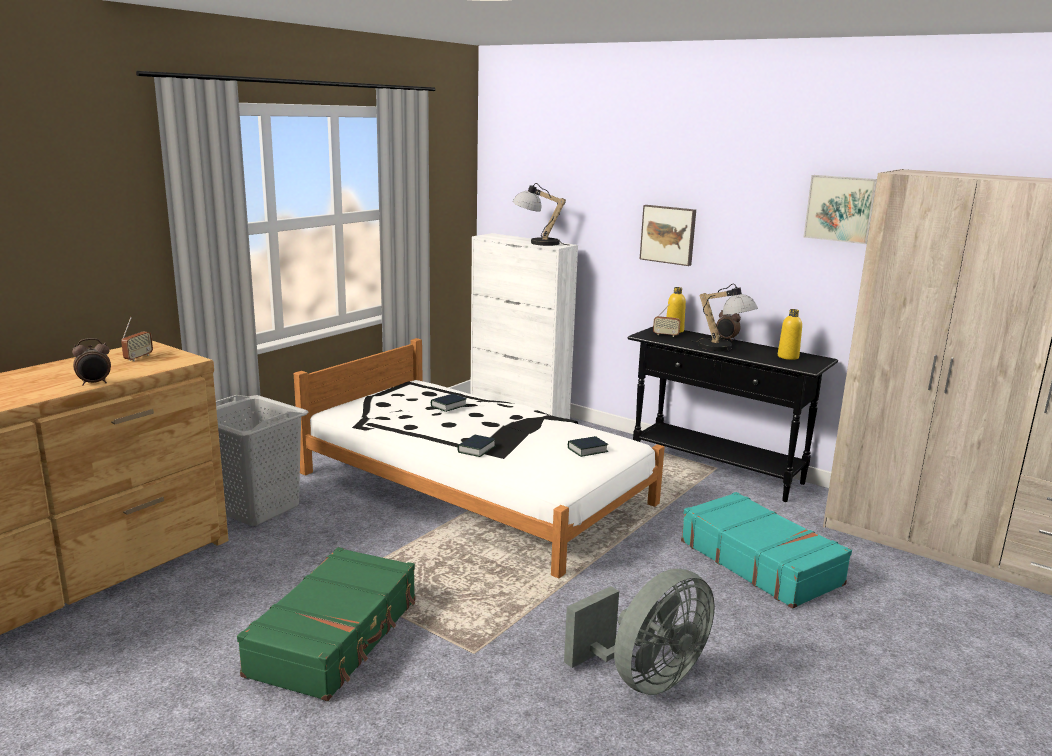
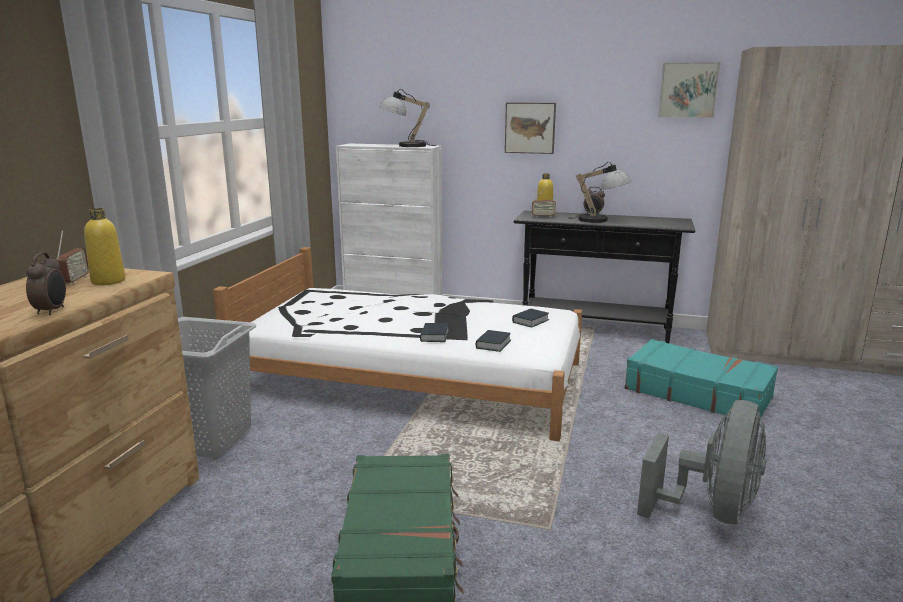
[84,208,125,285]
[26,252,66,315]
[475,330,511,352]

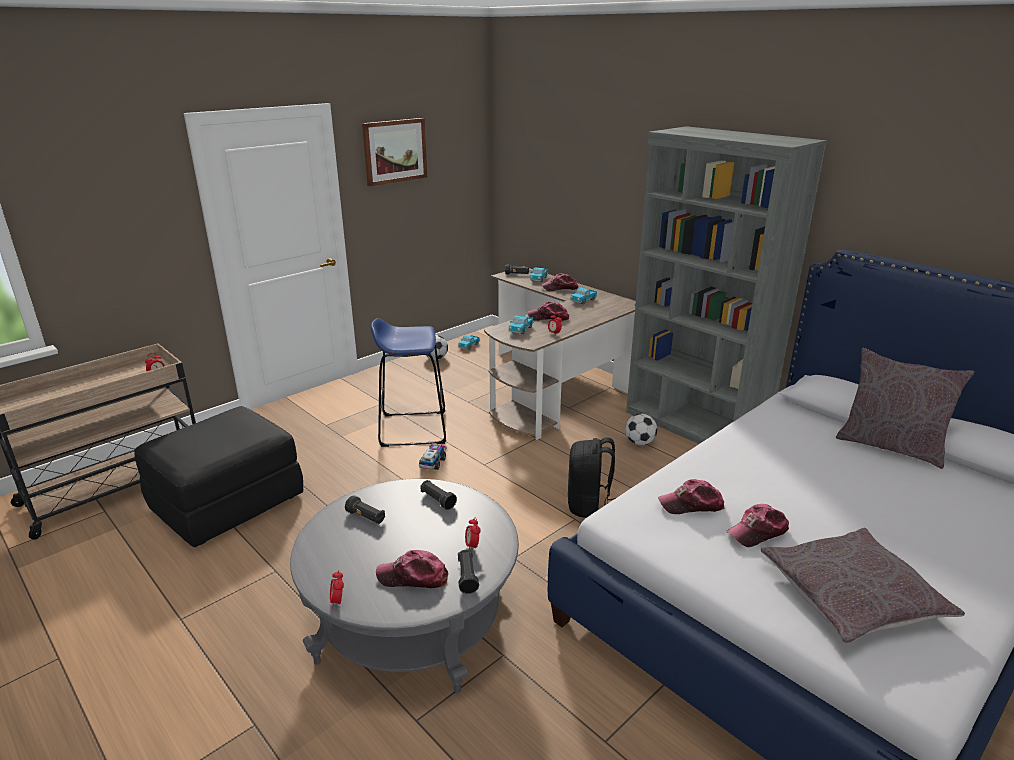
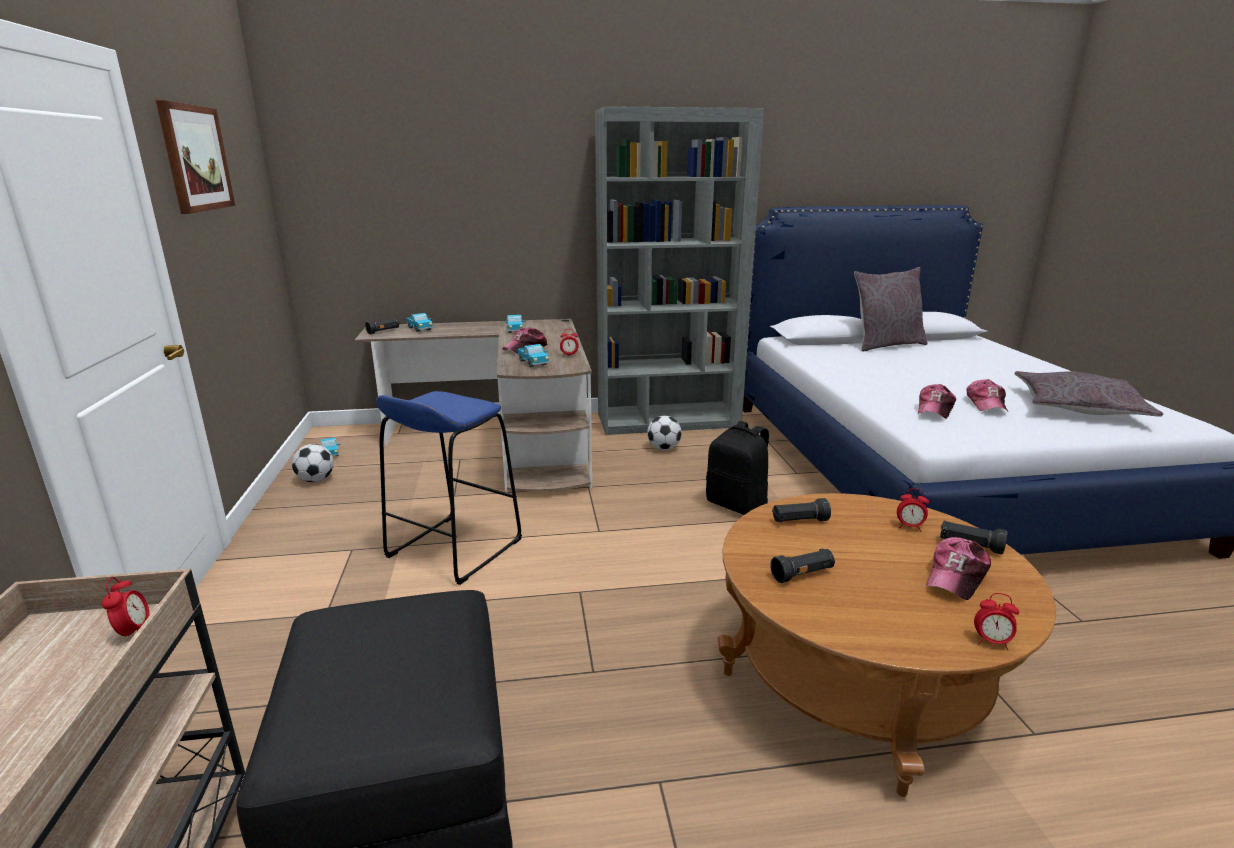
[541,273,578,291] (first image)
[419,443,446,470] (first image)
[718,493,1056,797]

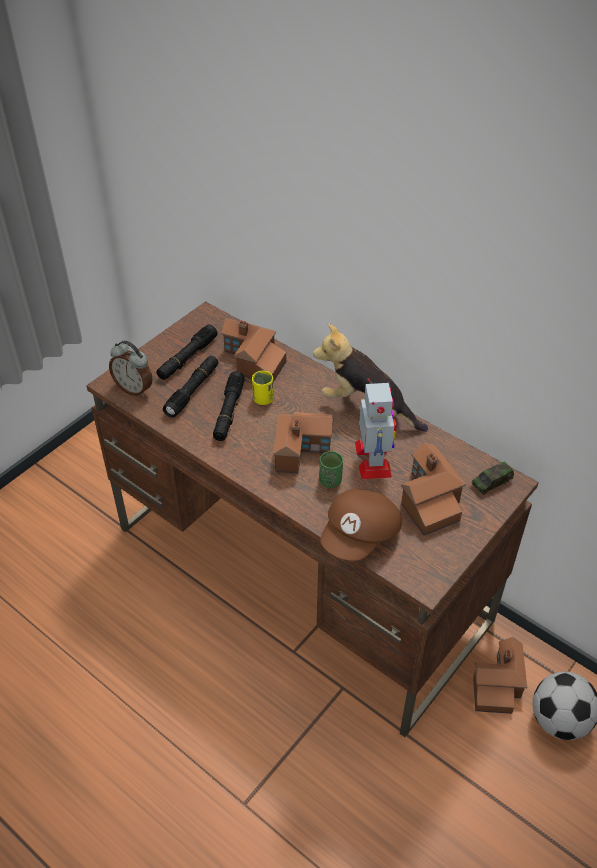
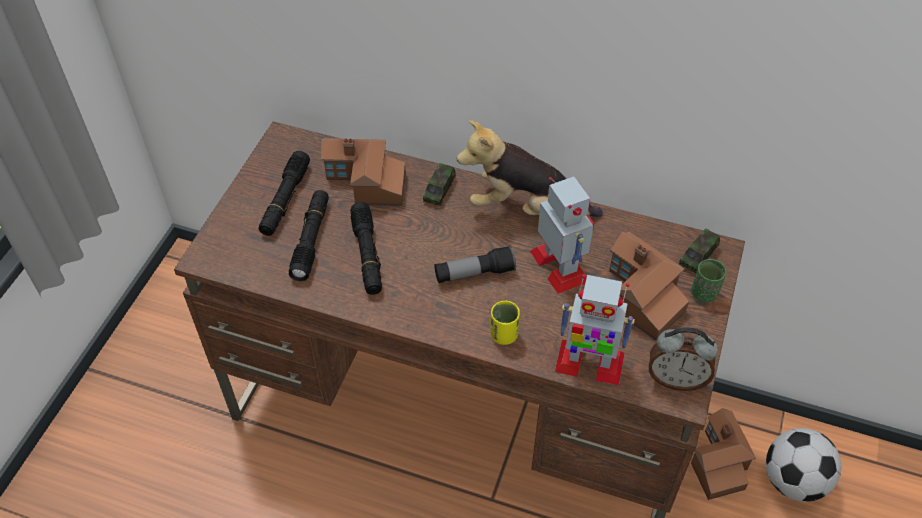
[649,327,718,391]
[490,301,520,345]
[434,245,516,283]
[691,259,726,302]
[555,274,635,385]
[423,163,456,206]

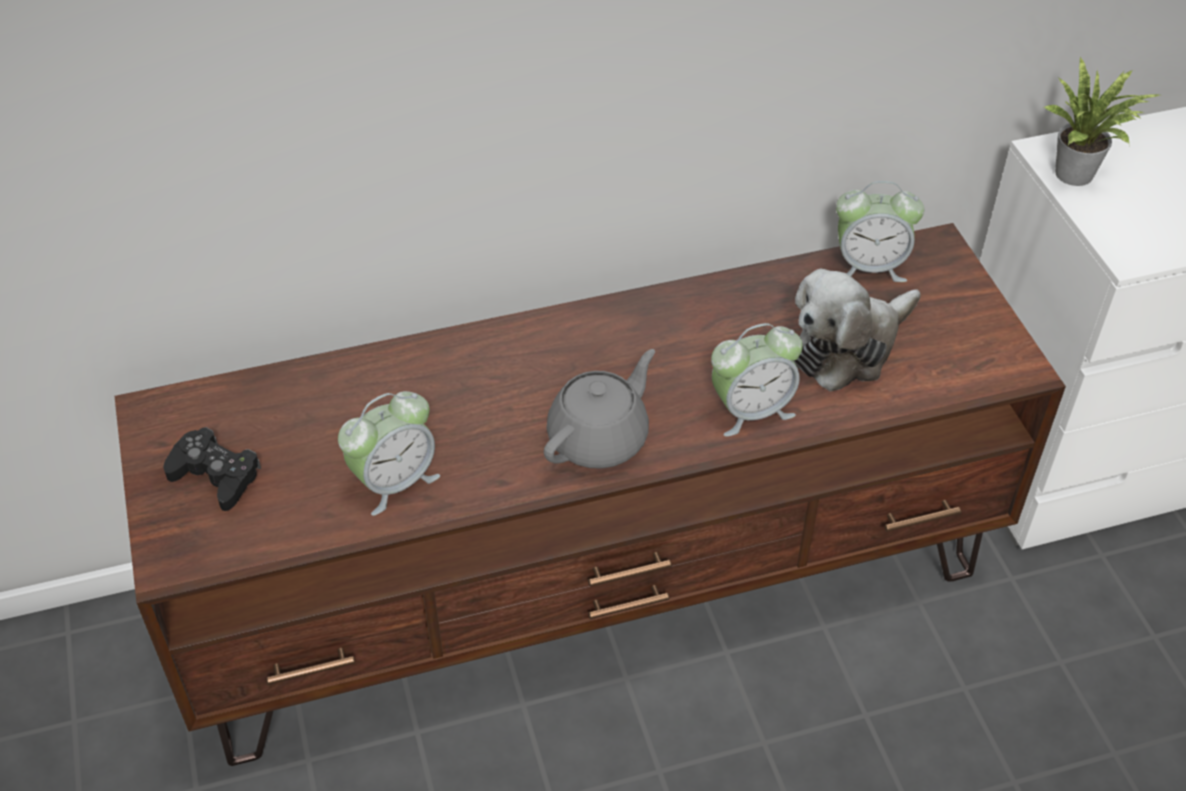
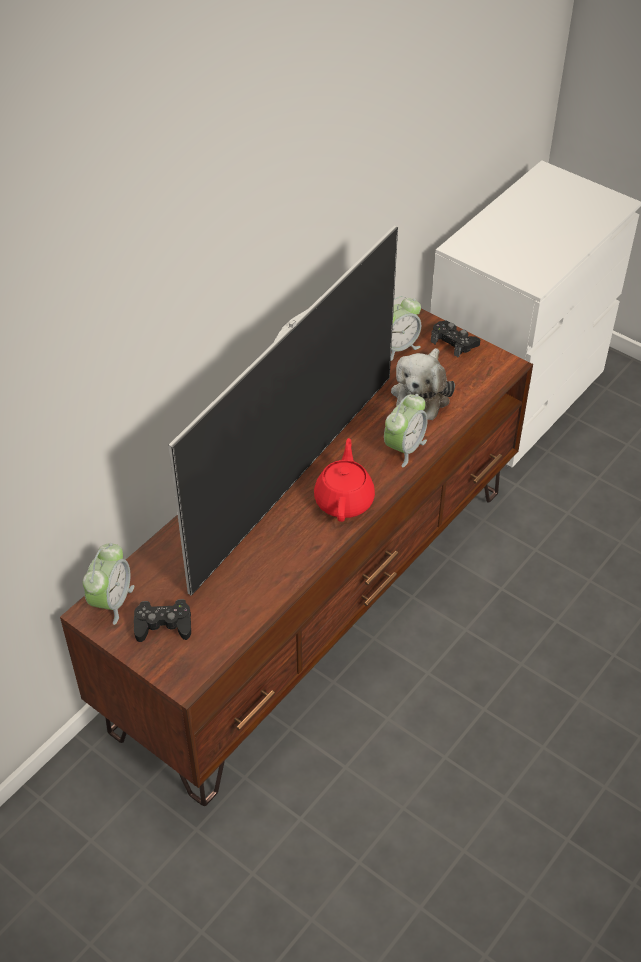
[1043,57,1160,186] (first image)
[314,438,375,522]
[83,543,134,625]
[168,226,398,596]
[431,321,481,358]

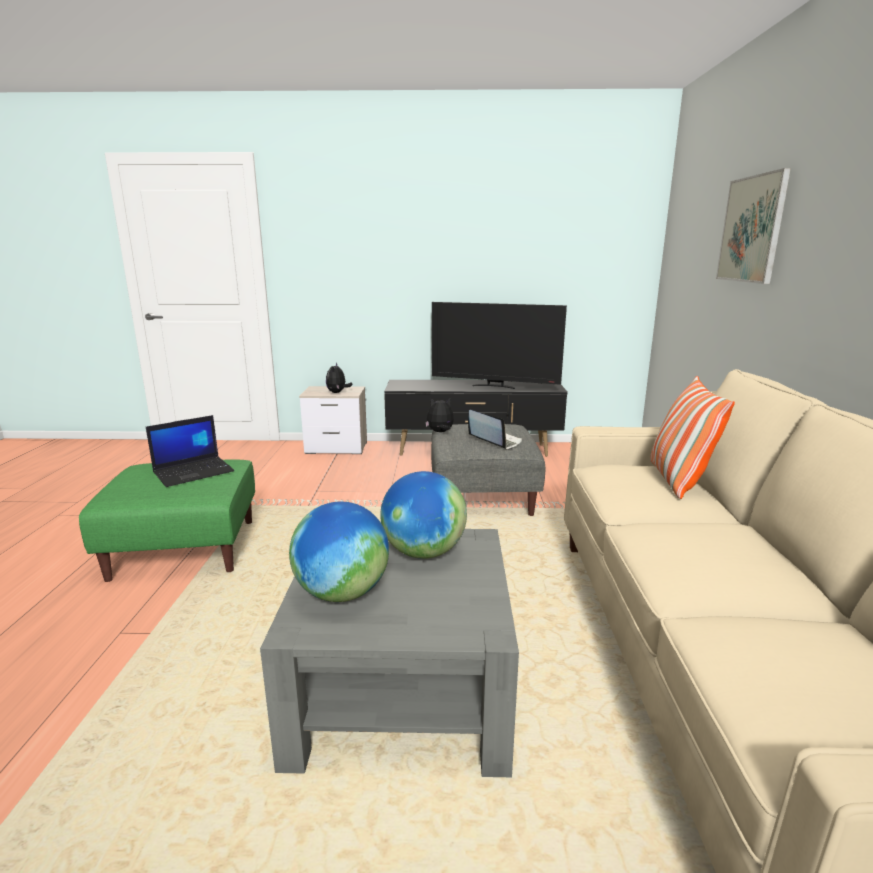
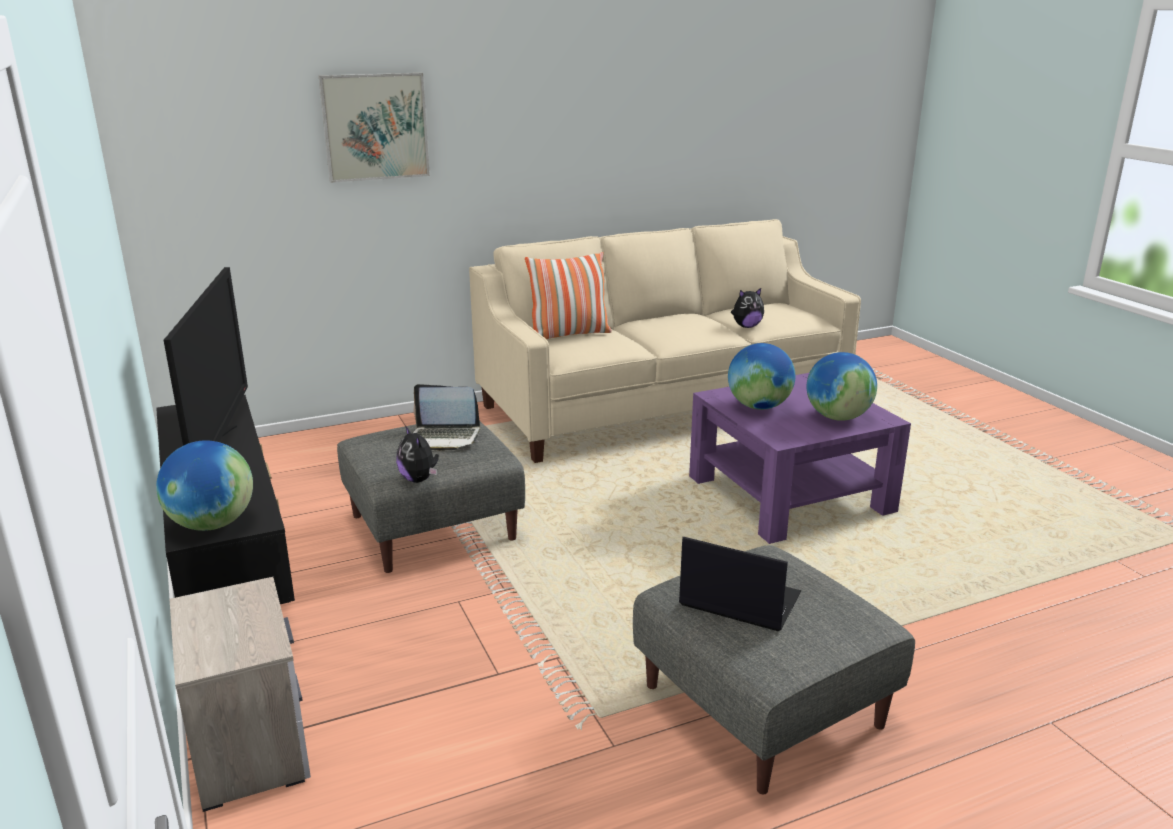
[731,288,764,328]
[412,384,480,451]
[633,545,915,794]
[689,373,911,544]
[156,440,253,531]

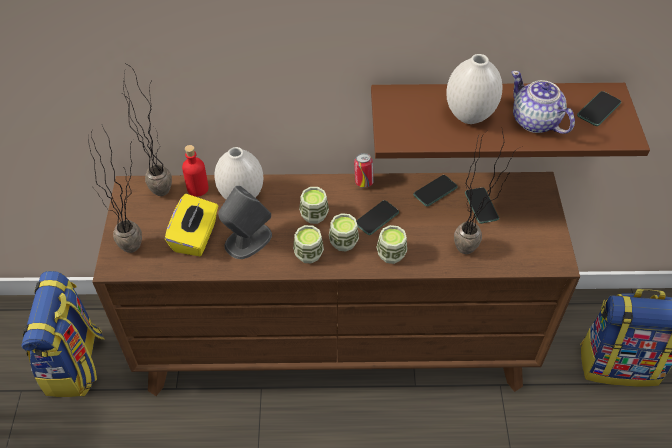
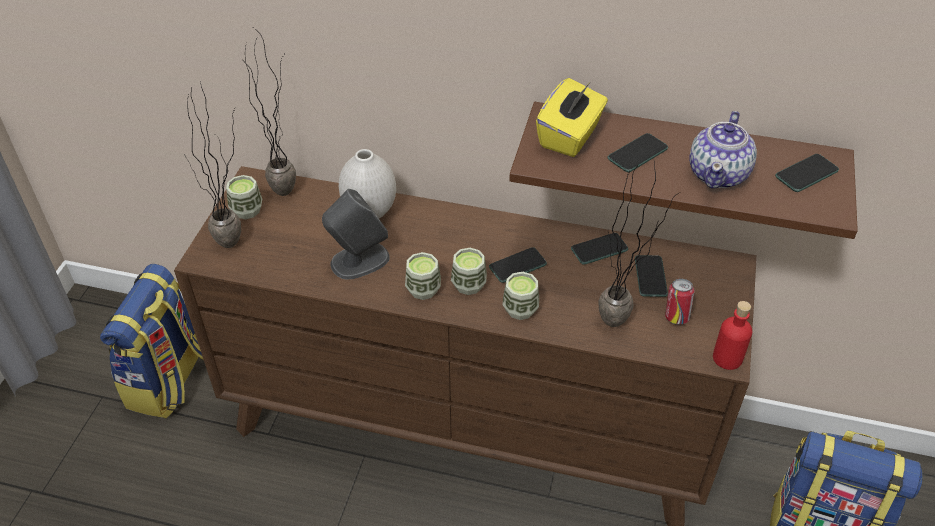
[607,133,668,172]
[689,111,757,188]
[713,301,752,370]
[665,279,694,325]
[226,175,262,219]
[536,78,608,157]

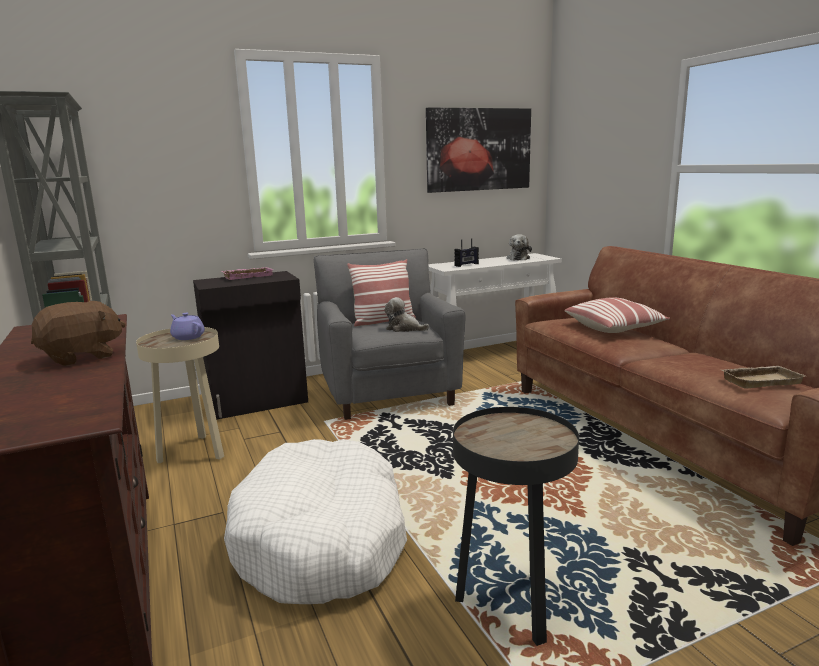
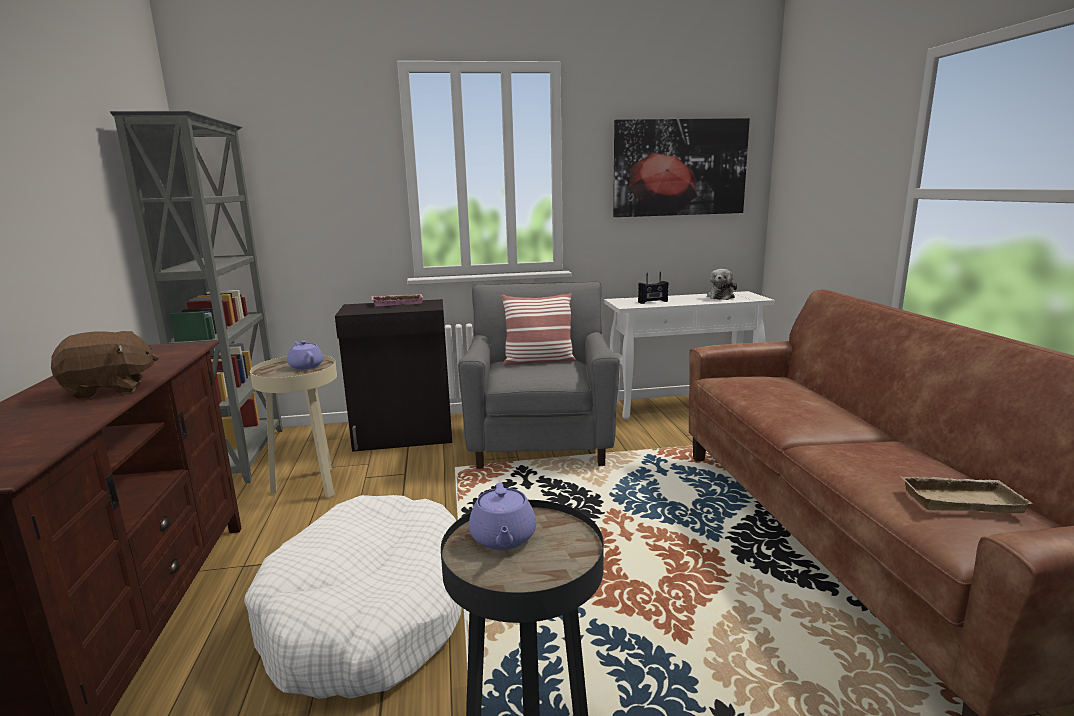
[385,297,429,332] (first image)
[564,297,670,333] (first image)
[469,483,536,550]

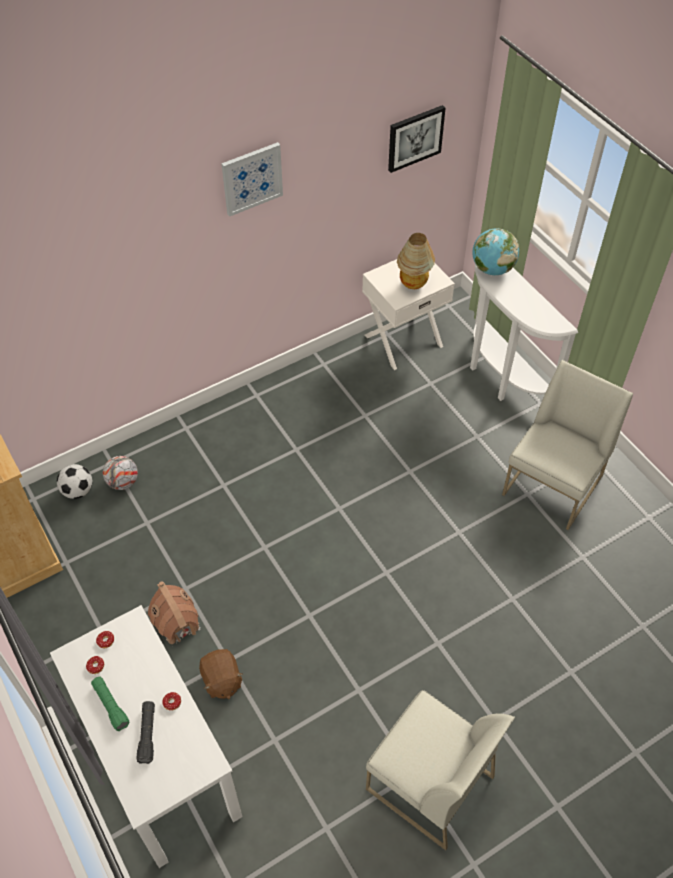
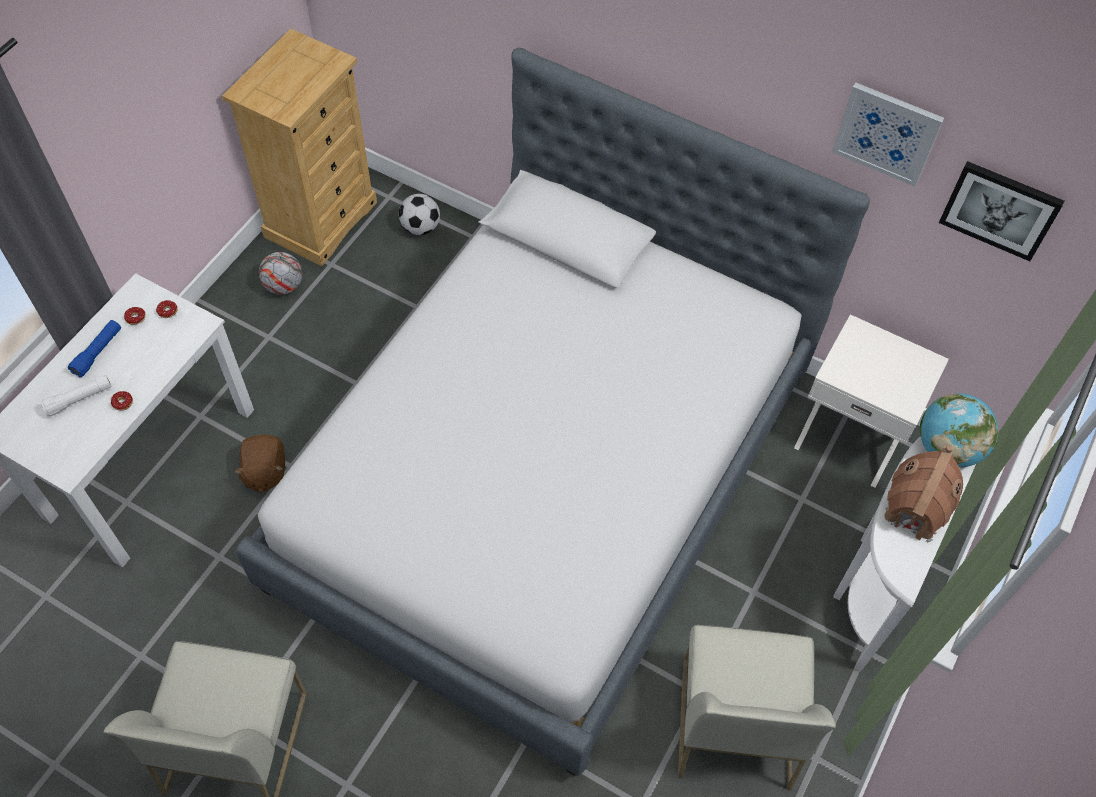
[832,83,944,187]
[397,233,435,289] (first image)
[678,625,836,791]
[259,252,302,295]
[883,445,963,542]
[234,434,285,493]
[68,320,121,378]
[40,375,112,417]
[236,48,870,776]

